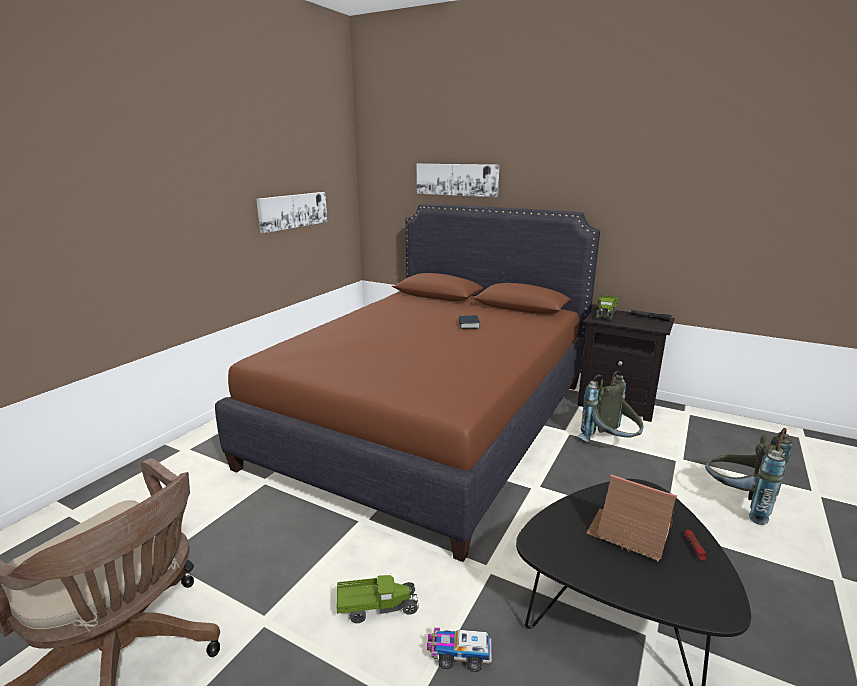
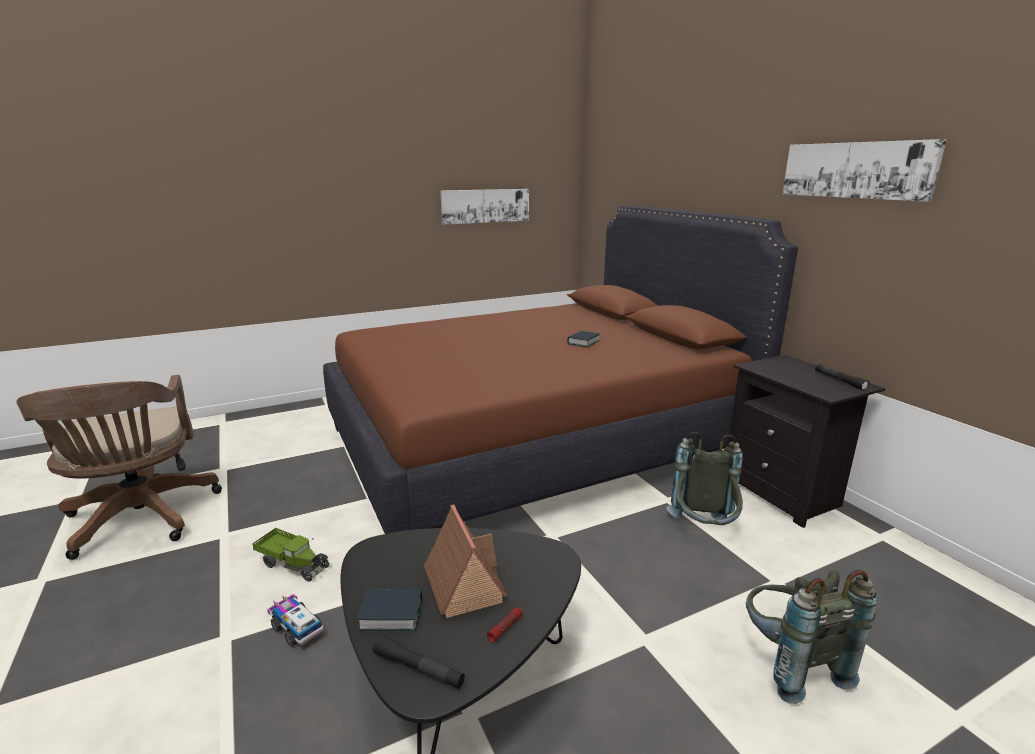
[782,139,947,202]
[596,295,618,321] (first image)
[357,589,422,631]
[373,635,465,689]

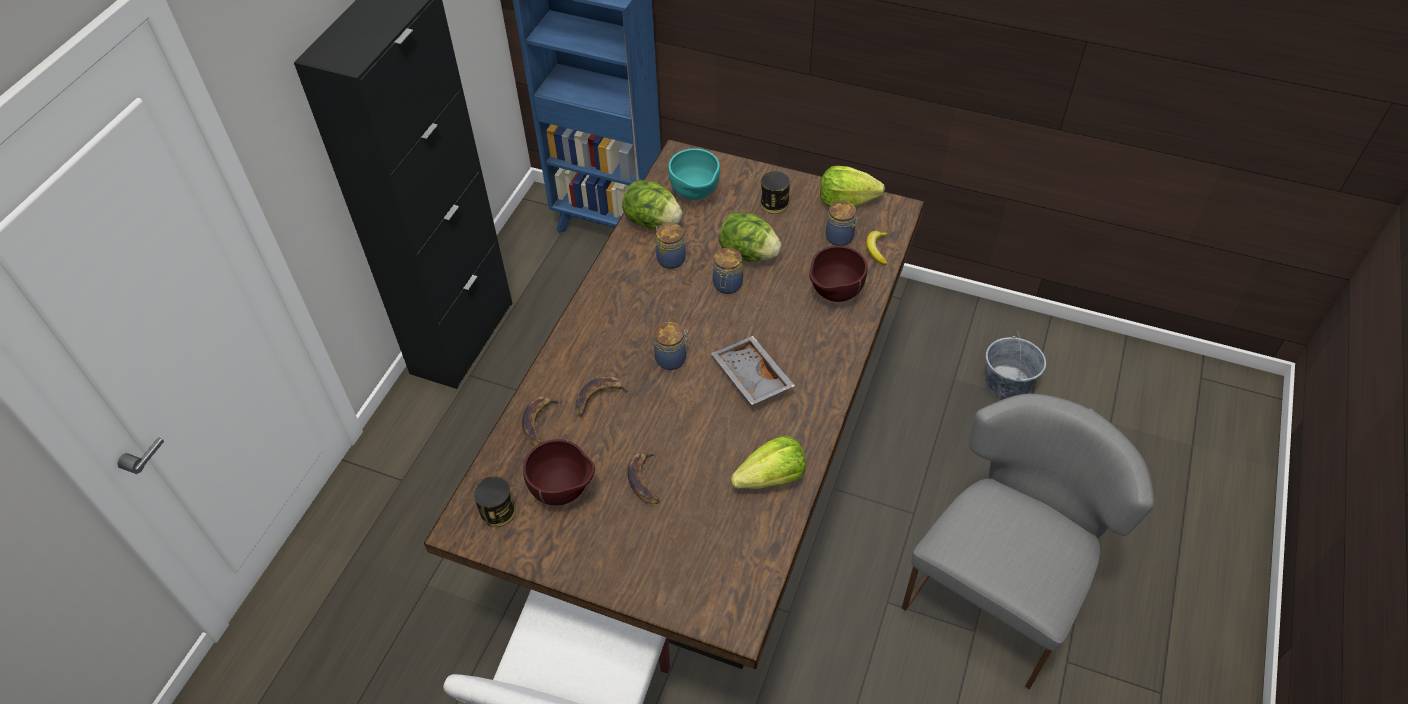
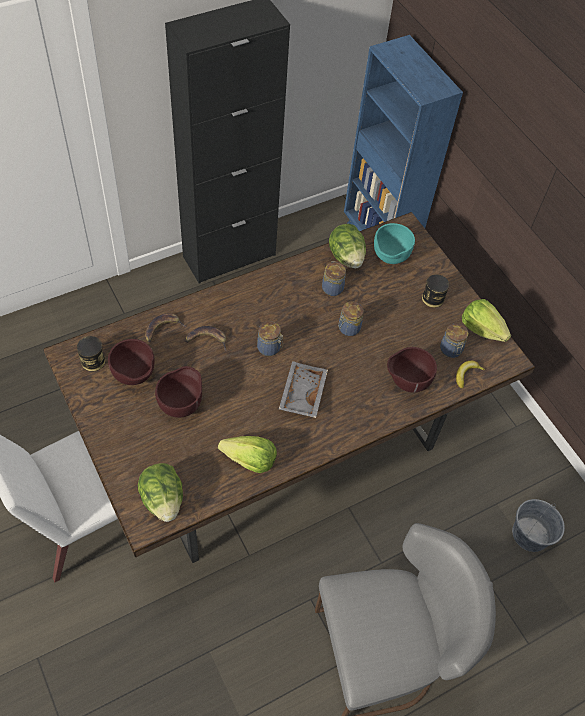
[138,463,183,522]
[155,366,202,418]

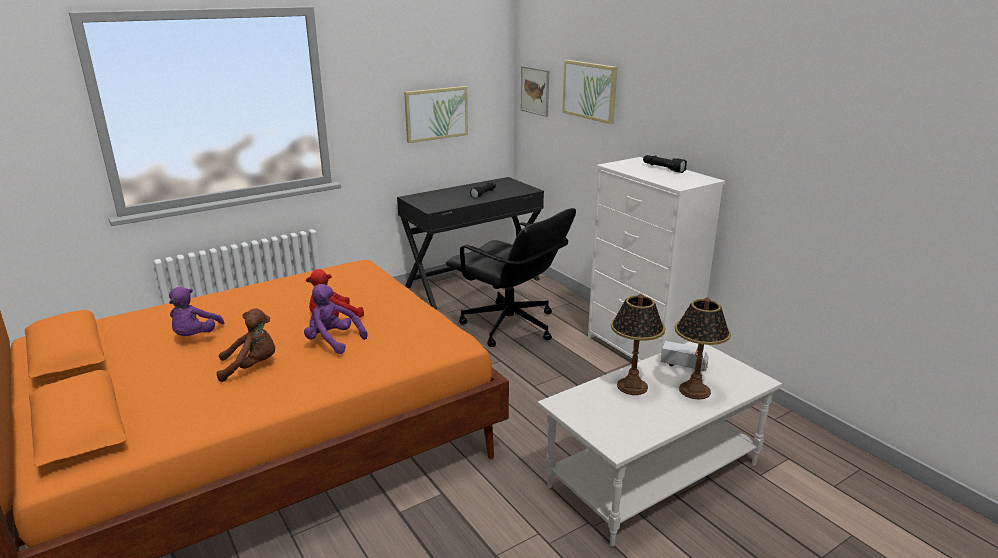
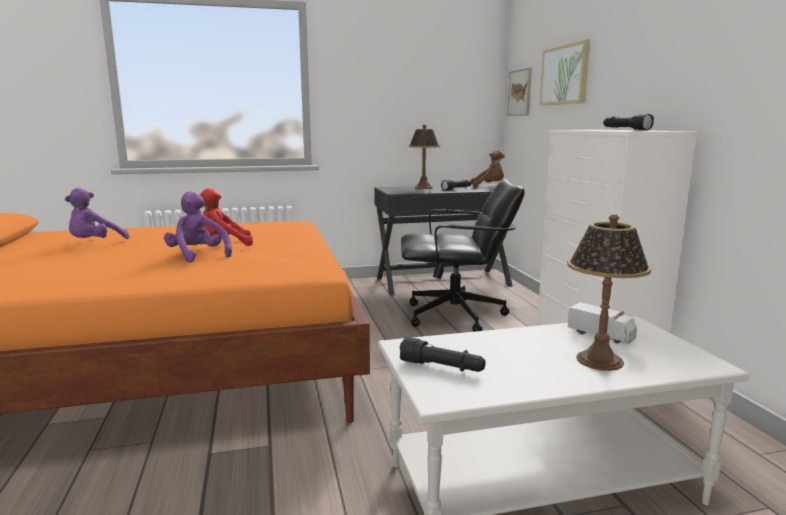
[404,86,468,143] (first image)
[401,179,525,332]
[409,125,440,189]
[471,150,505,188]
[399,337,486,372]

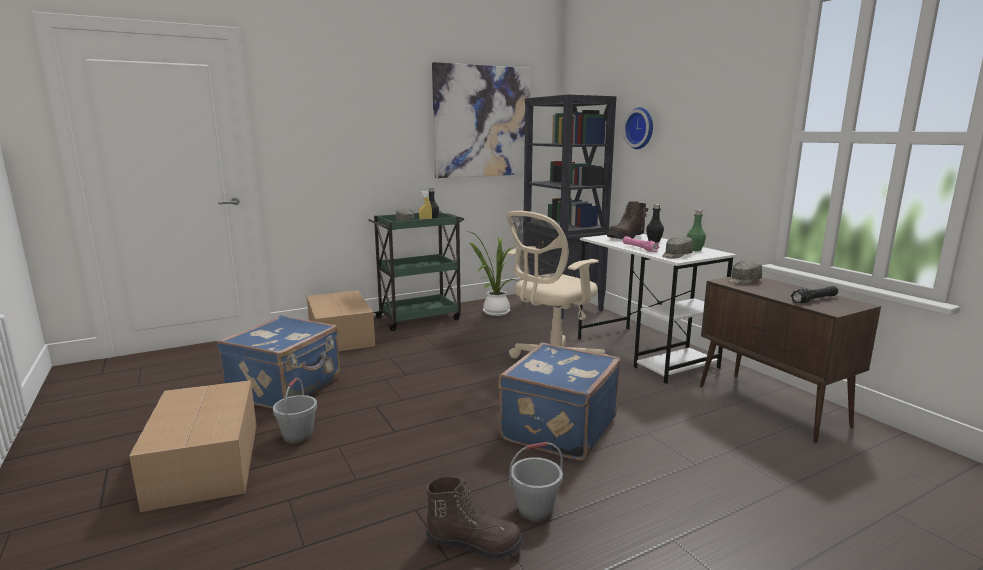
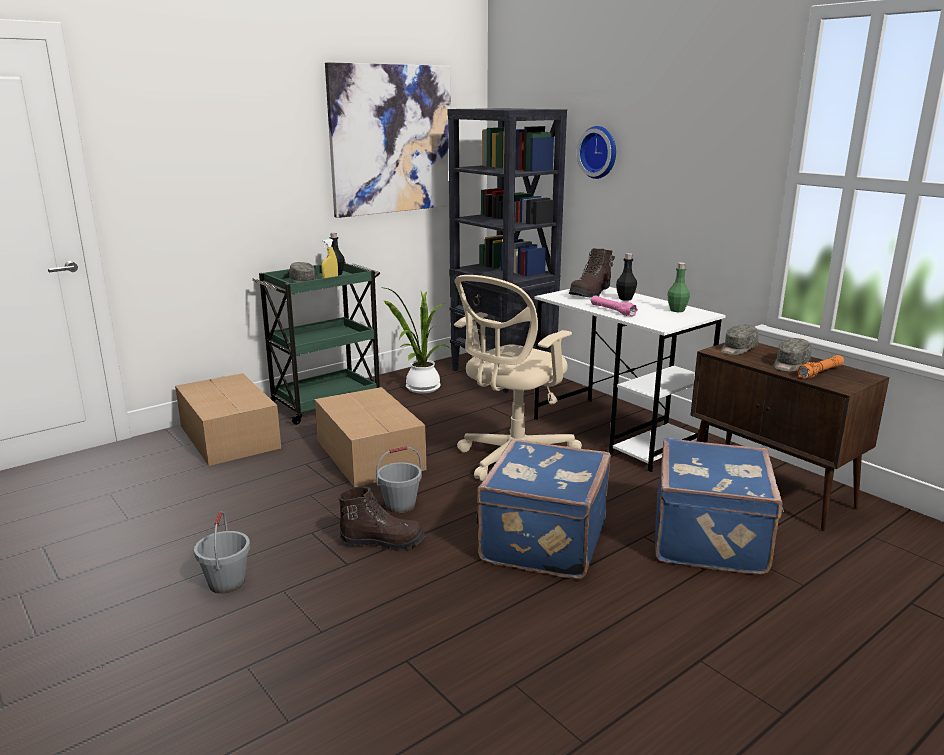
[774,338,811,372]
[796,355,844,379]
[655,438,784,575]
[315,387,426,487]
[376,446,422,513]
[338,487,425,551]

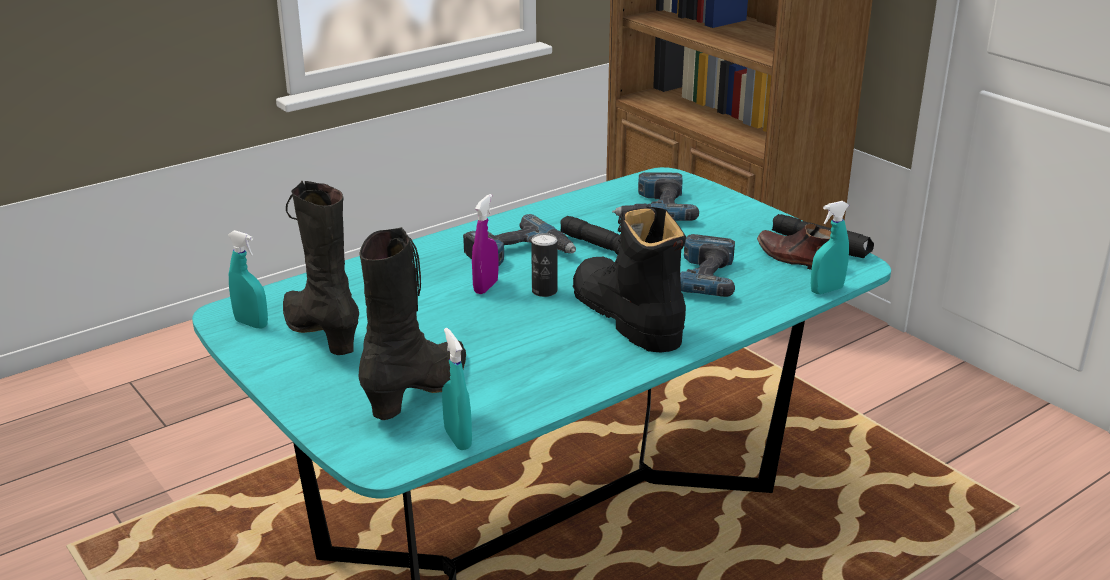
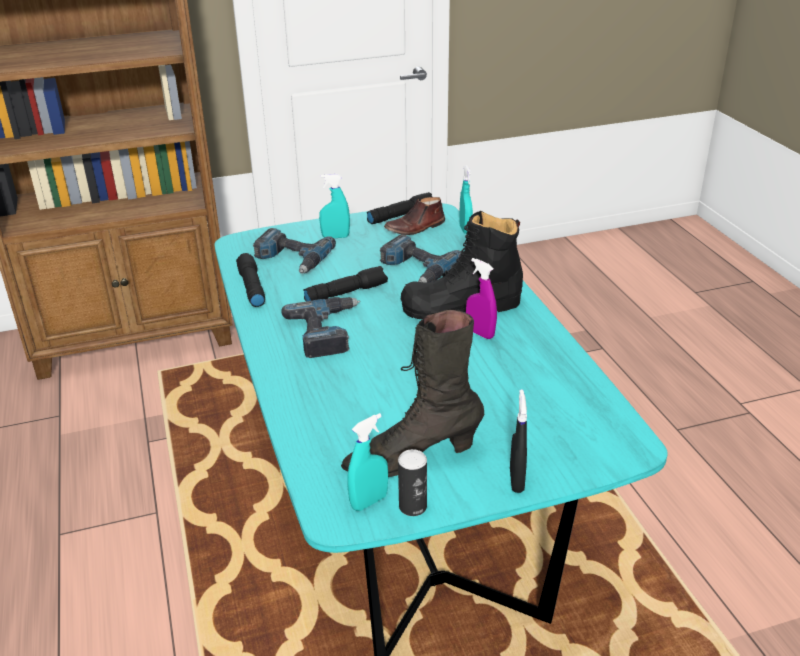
[466,258,497,339]
[358,227,466,420] (first image)
[398,449,427,516]
[319,174,350,238]
[236,253,265,307]
[510,390,527,493]

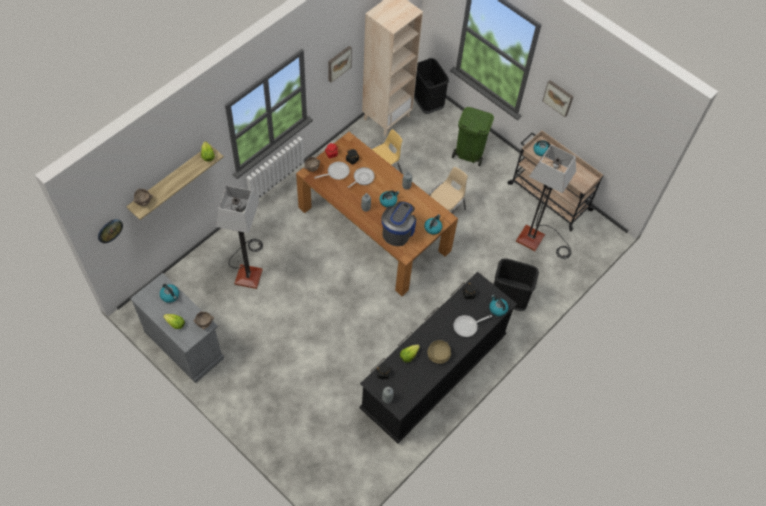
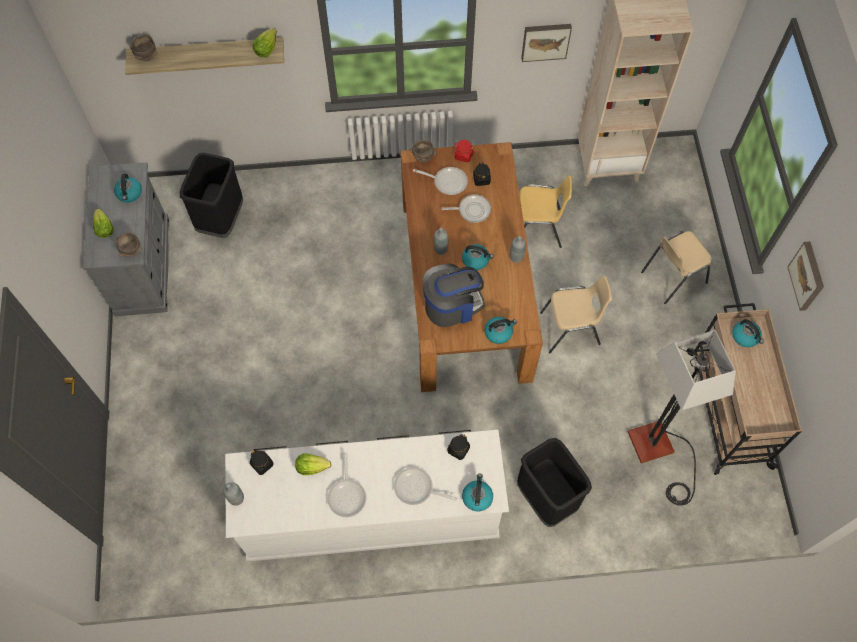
[180,153,243,238]
[641,231,712,304]
[216,185,263,289] (first image)
[98,219,123,243] (first image)
[225,429,509,562]
[327,453,366,517]

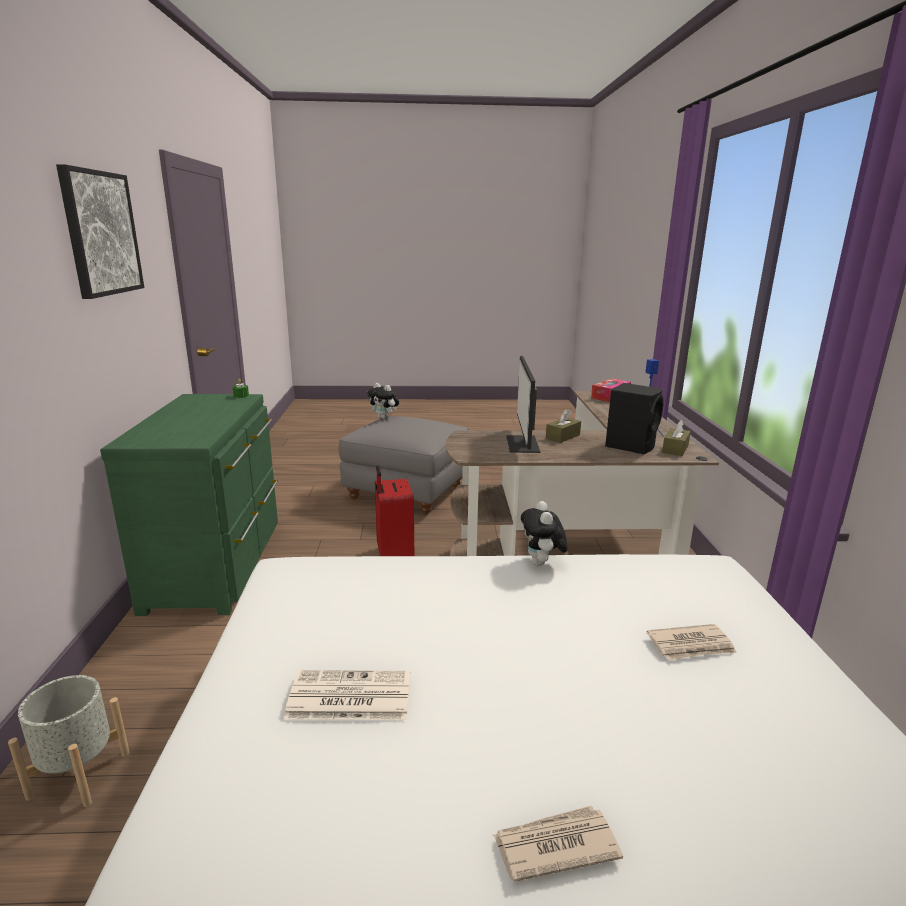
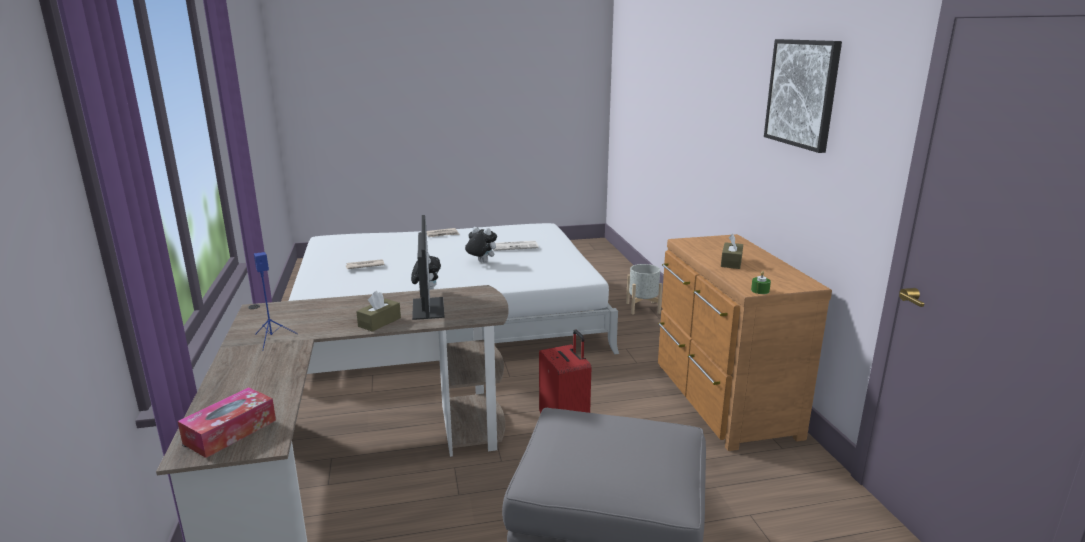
[465,227,497,263]
[605,383,664,454] (first image)
[658,234,832,451]
[721,234,743,269]

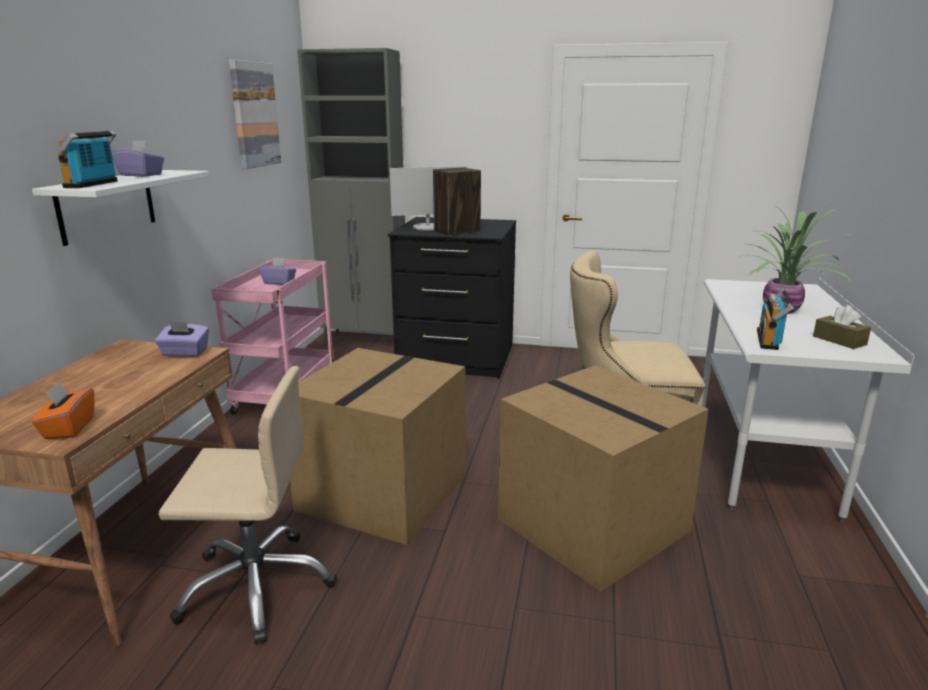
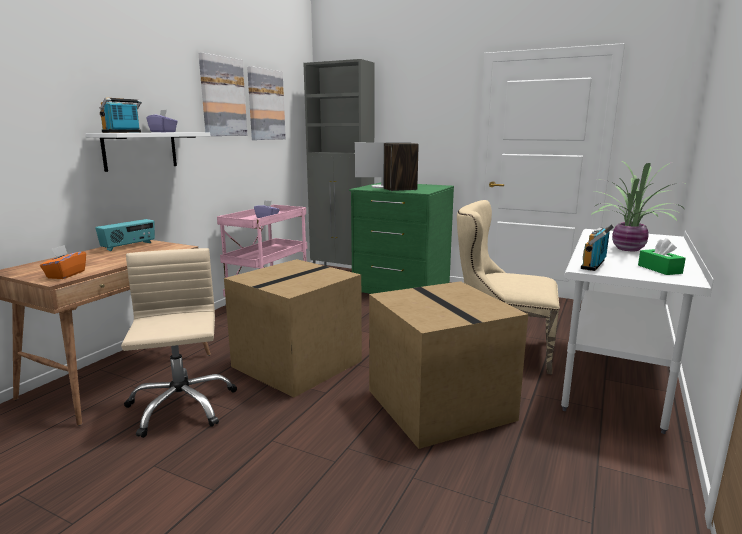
[349,182,454,294]
[638,238,686,275]
[155,321,209,357] (first image)
[121,248,237,438]
[199,53,247,136]
[95,219,155,251]

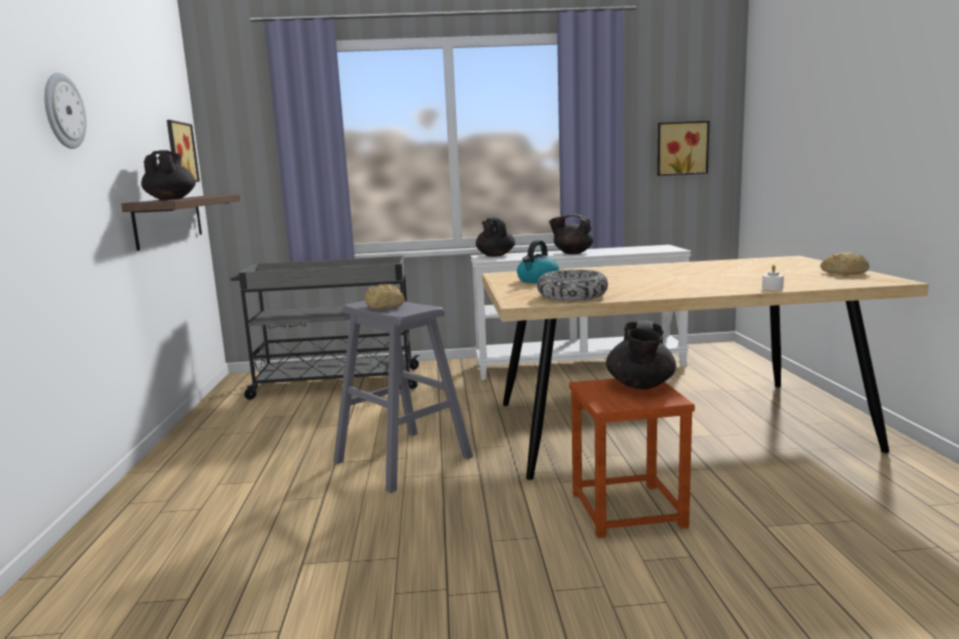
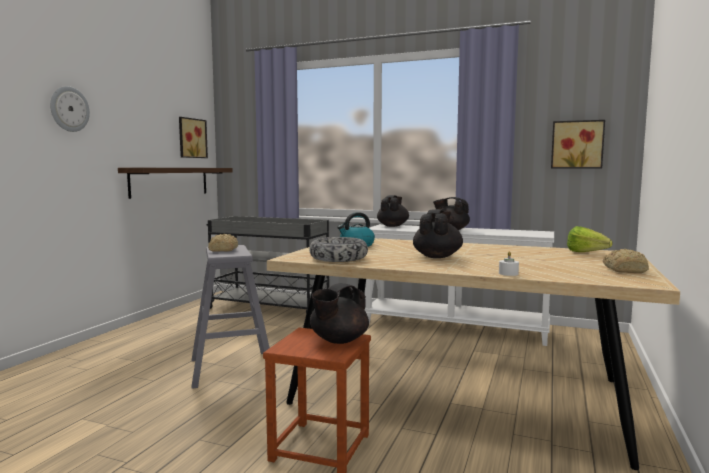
[413,209,463,258]
[567,226,612,252]

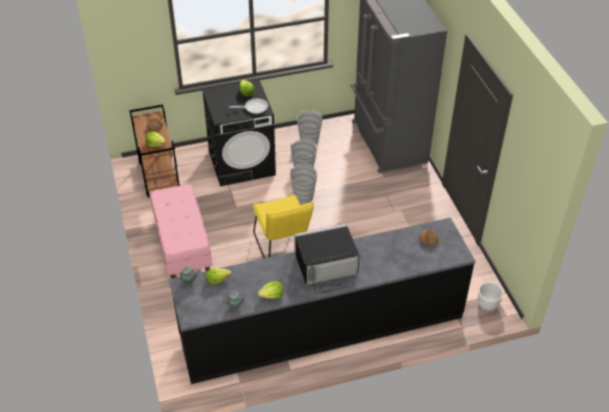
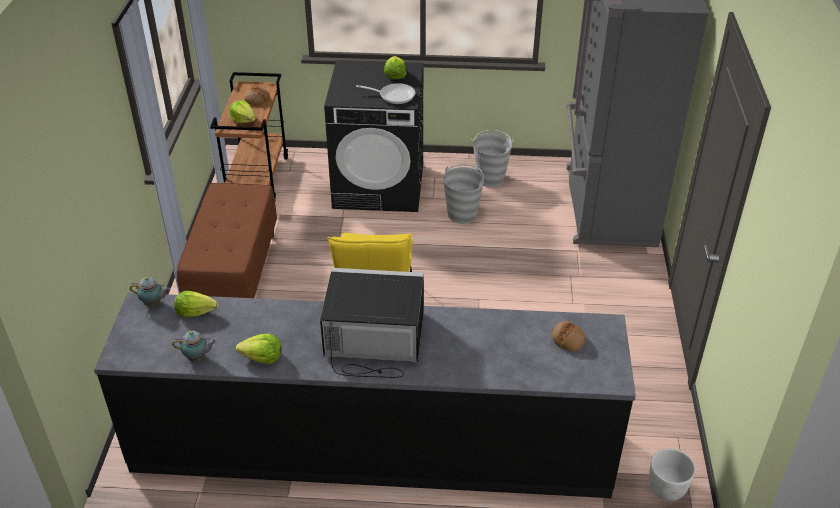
[290,164,318,203] (first image)
[177,183,277,298]

